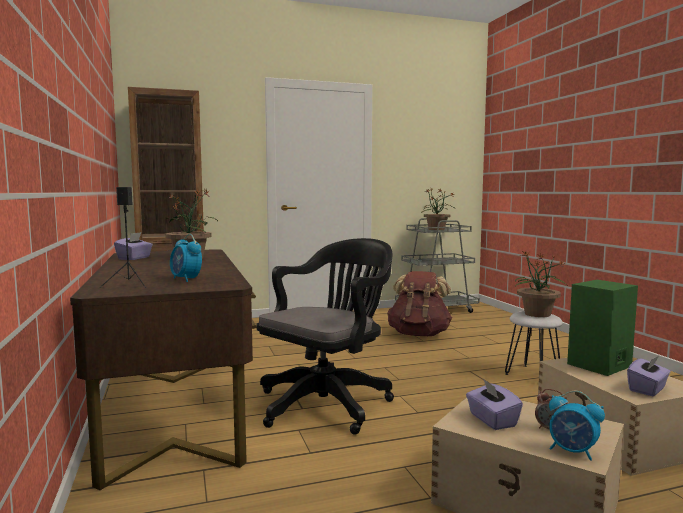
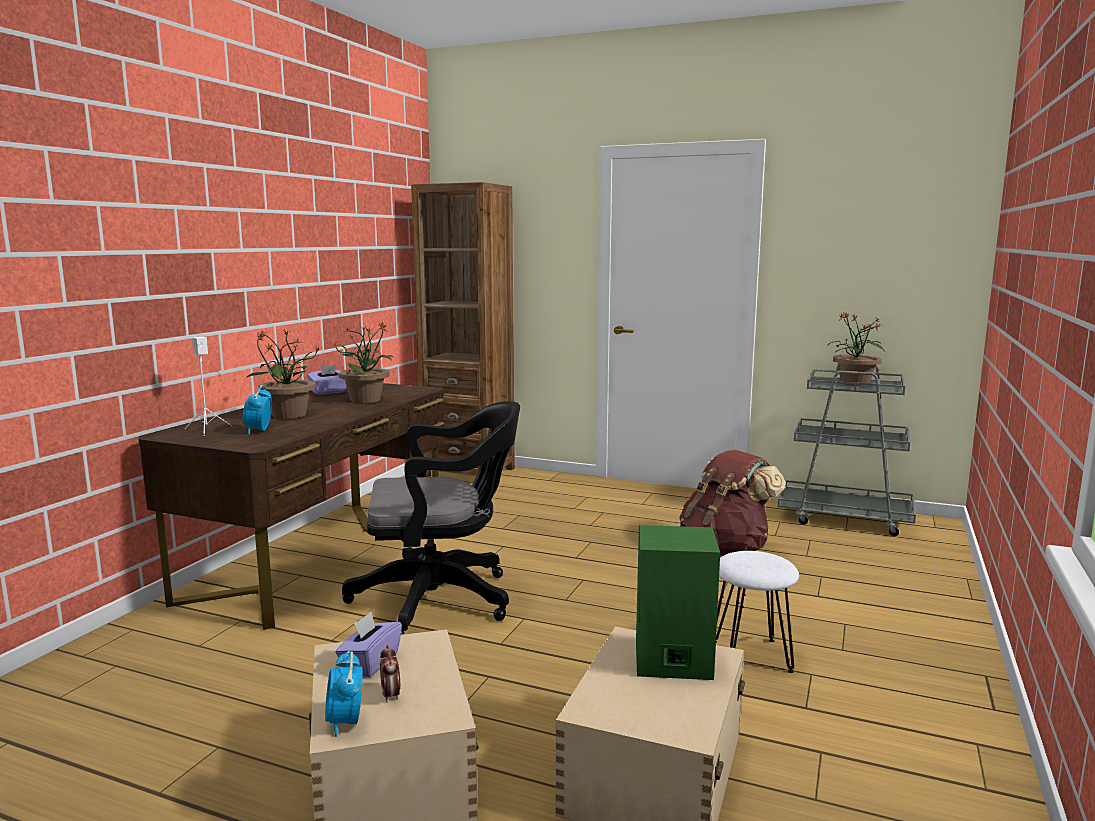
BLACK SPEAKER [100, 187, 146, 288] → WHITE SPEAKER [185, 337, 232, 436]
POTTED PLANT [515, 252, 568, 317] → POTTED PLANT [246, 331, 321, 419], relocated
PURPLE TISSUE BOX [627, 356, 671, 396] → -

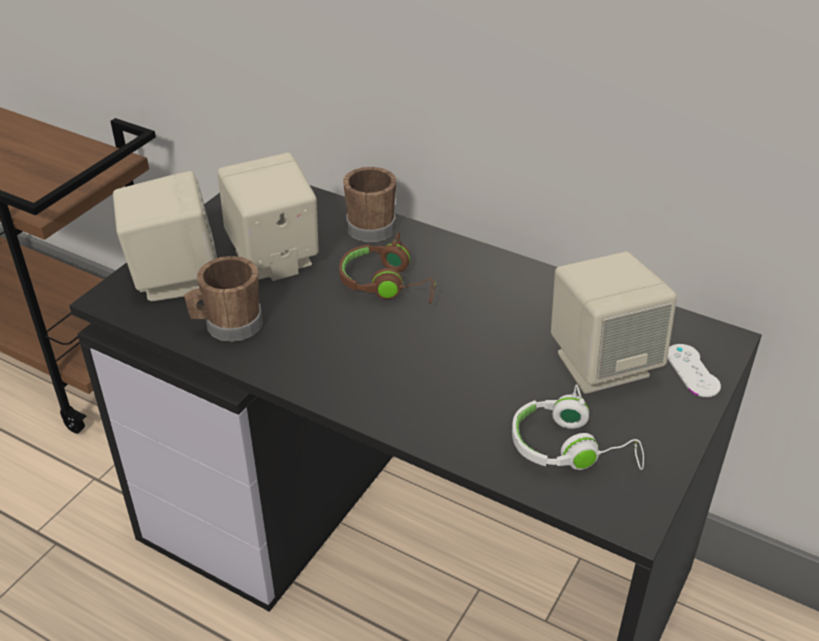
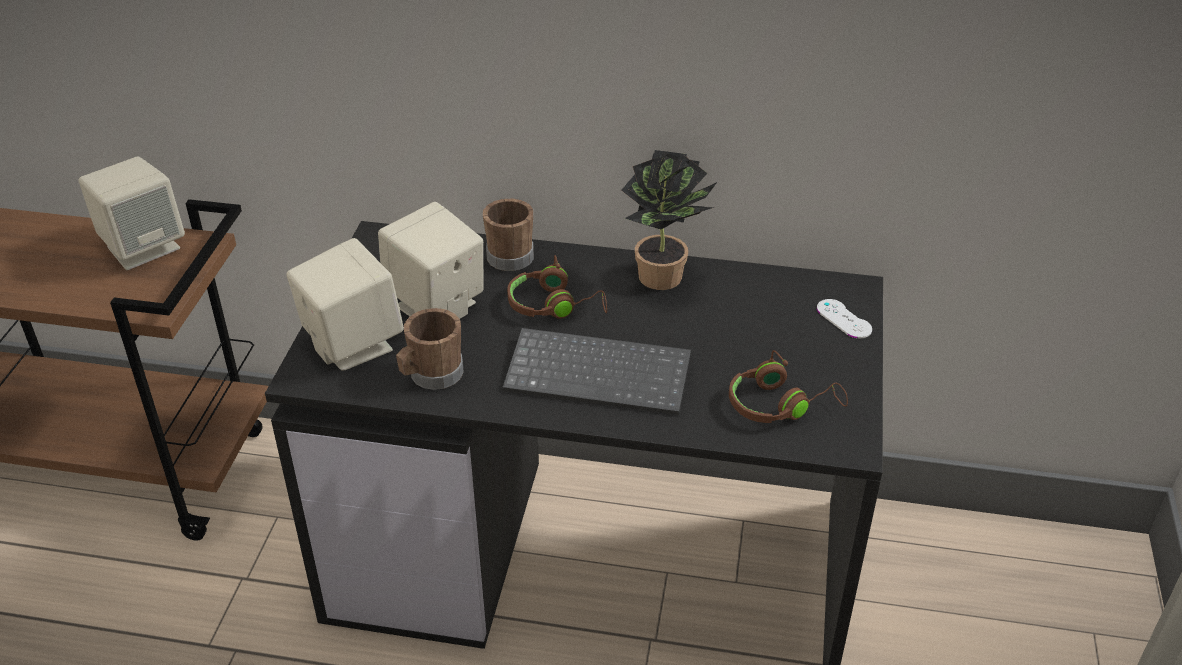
BEIGE SPEAKER [551, 252, 677, 394] → BEIGE SPEAKER [78, 156, 185, 270], relocated
- → KEYBOARD [503, 328, 691, 415]
- → POTTED PLANT [621, 150, 717, 290]
WHITE HEADPHONES [512, 384, 644, 470] → BROWN HEADPHONES [729, 350, 848, 423]

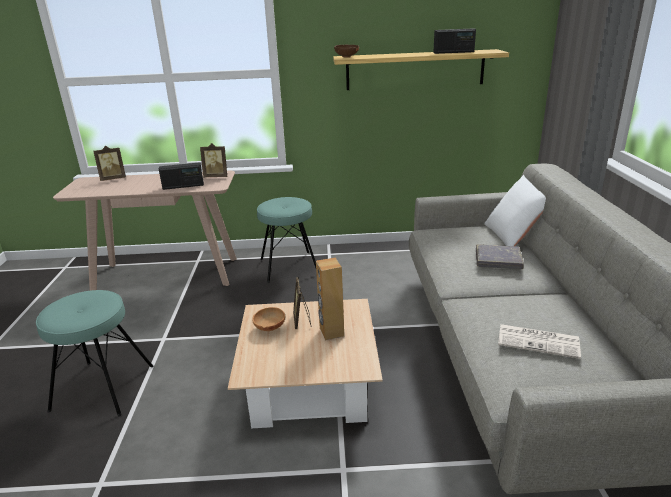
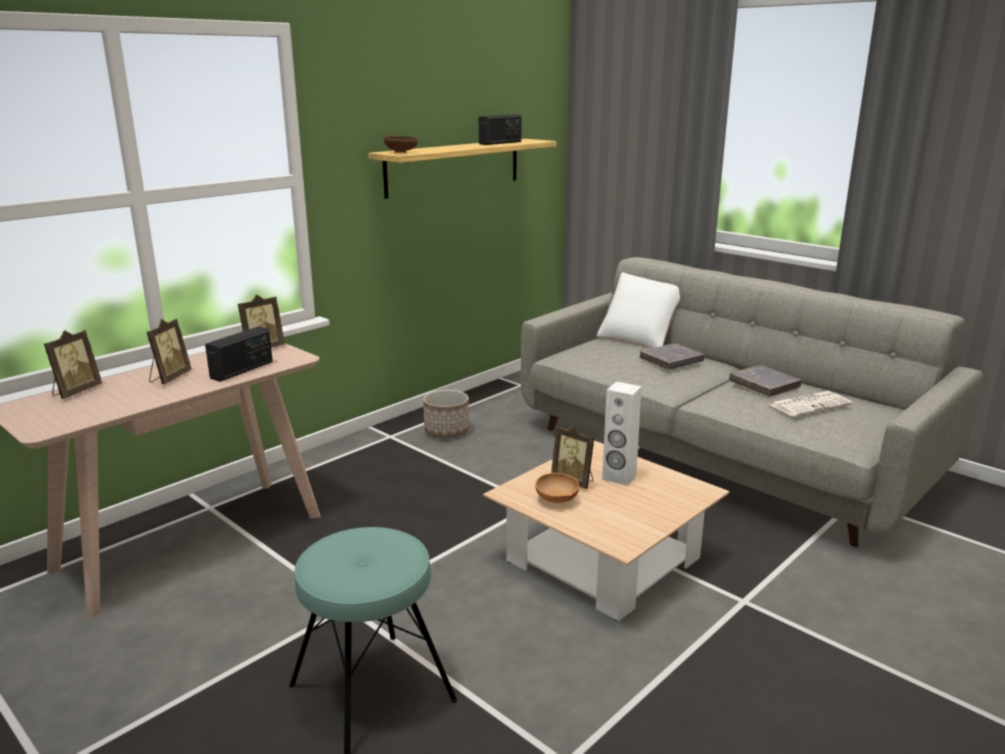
- → PICTURE FRAME [147, 319, 191, 384]
- → PLANTER [423, 390, 469, 438]
BROWN SPEAKER [316, 257, 344, 340] → WHITE SPEAKER [602, 381, 642, 486]
- → GREY BOOK [729, 365, 801, 396]
TURQUOISE STOOL [257, 197, 316, 283] → -

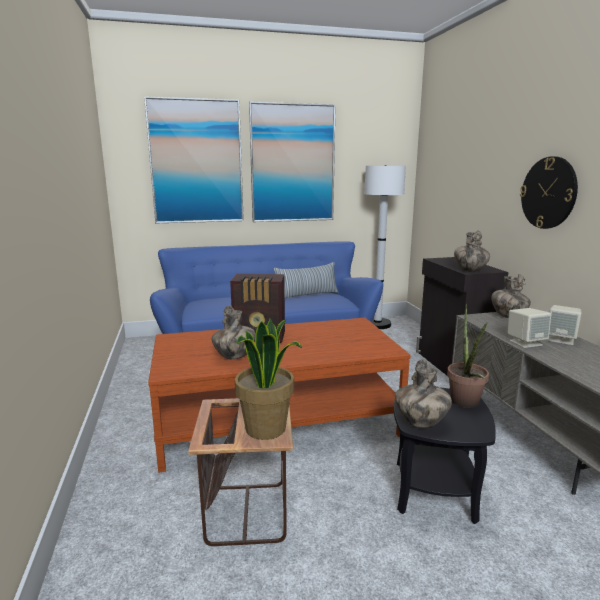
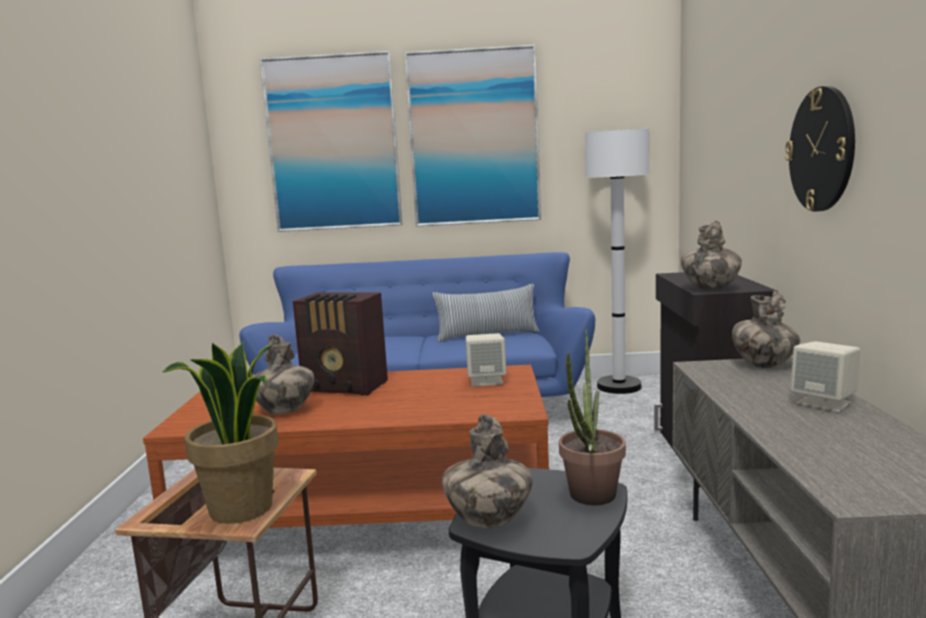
BEIGE SPEAKER [508, 308, 551, 348] → BEIGE SPEAKER [466, 333, 506, 386], relocated

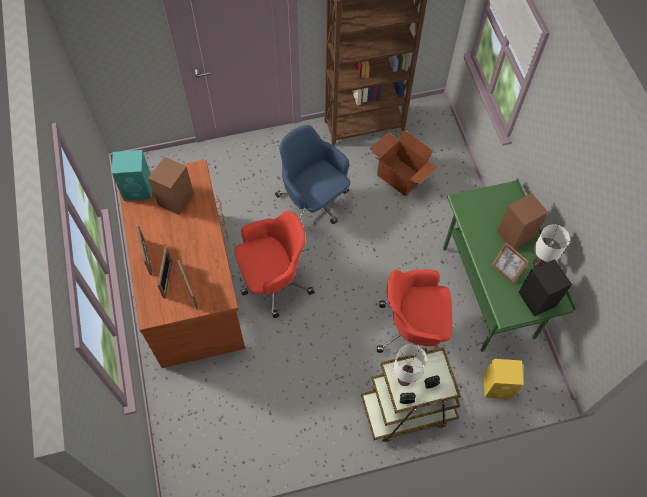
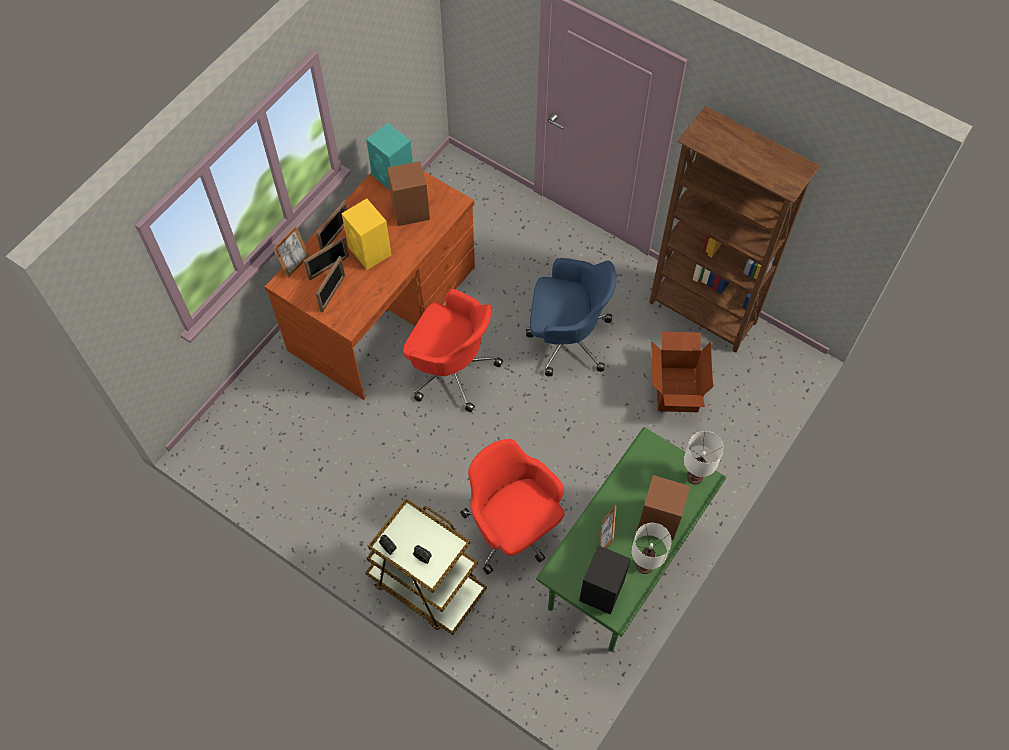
- → PICTURE FRAME [273, 226, 310, 278]
YELLOW SPEAKER [484, 359, 524, 399] → YELLOW SPEAKER [342, 199, 391, 270], relocated
BLUE OFFICE CHAIR [275, 125, 350, 224] → BLUE OFFICE CHAIR [526, 258, 617, 377], 90 degrees clockwise
WHITE TABLE LAMP [393, 344, 427, 386] → WHITE TABLE LAMP [684, 431, 724, 485], relocated

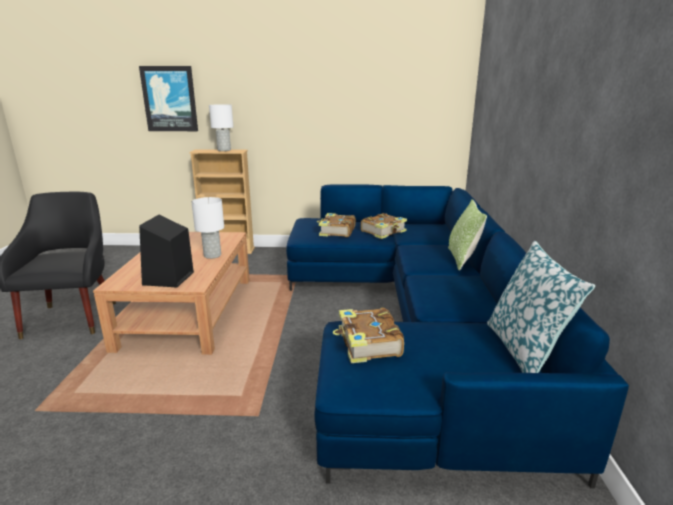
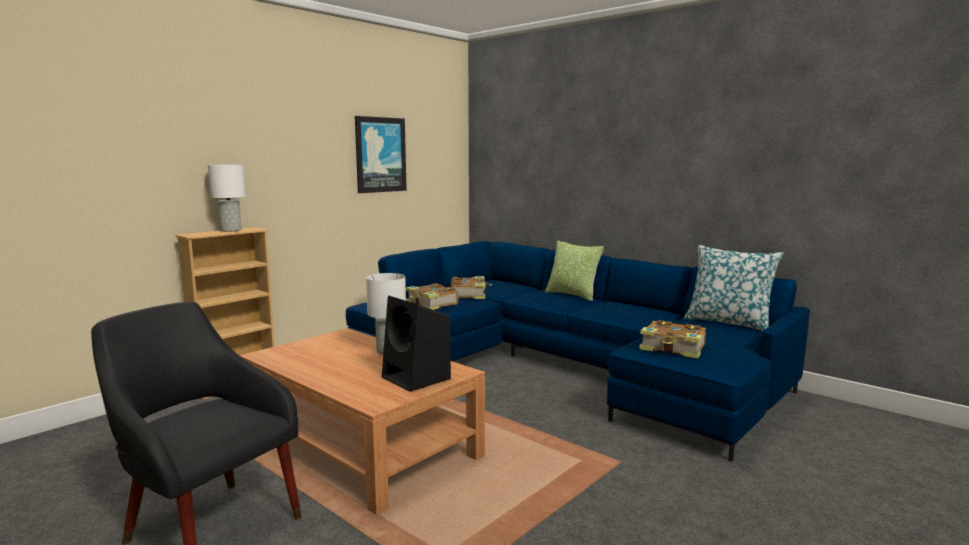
PICTURE [139, 66, 198, 131] → PICTURE [355, 116, 407, 193], relocated

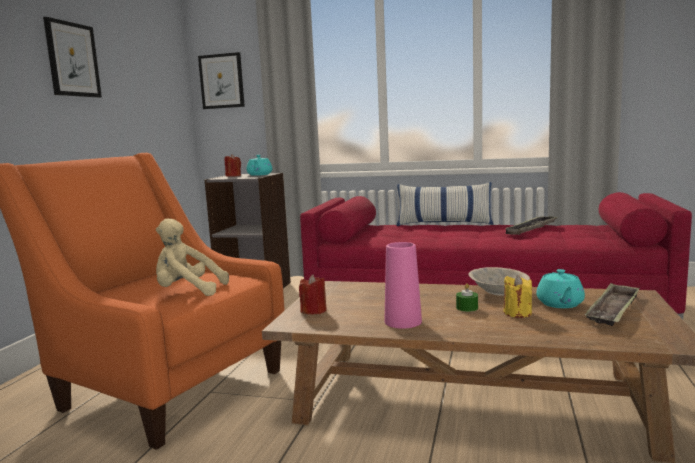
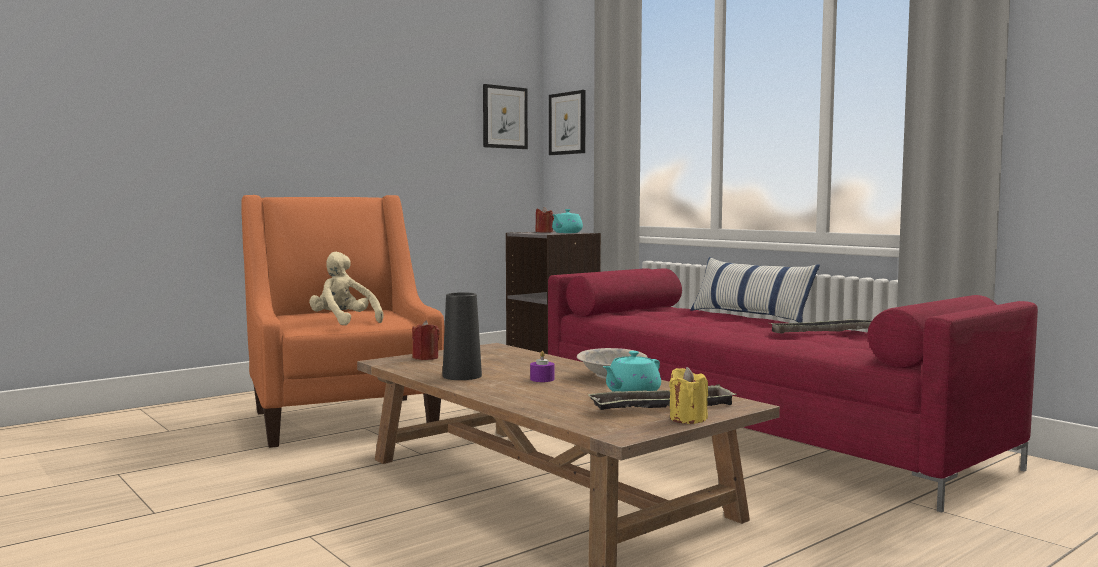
PINK VASE [385, 242, 422, 329] → BLACK VASE [443, 292, 482, 380]
PICTURE [43, 17, 102, 98] → PICTURE [483, 84, 528, 149], relocated
GREEN CANDLE [456, 283, 478, 312] → PURPLE CANDLE [530, 351, 554, 382]
YELLOW CANDLE [504, 275, 532, 318] → YELLOW CANDLE [669, 367, 708, 424], relocated

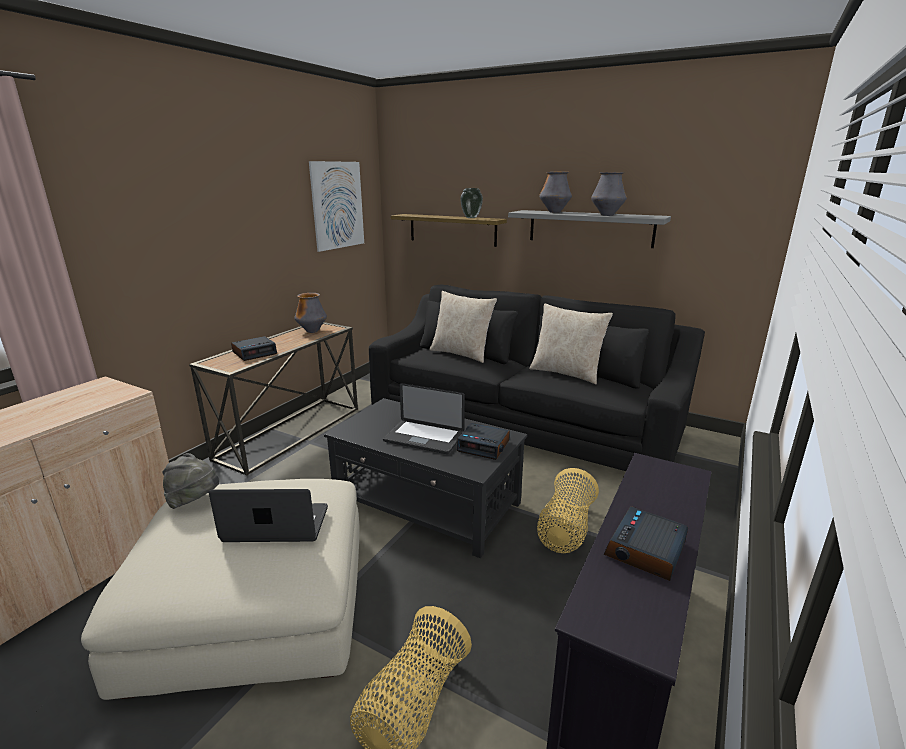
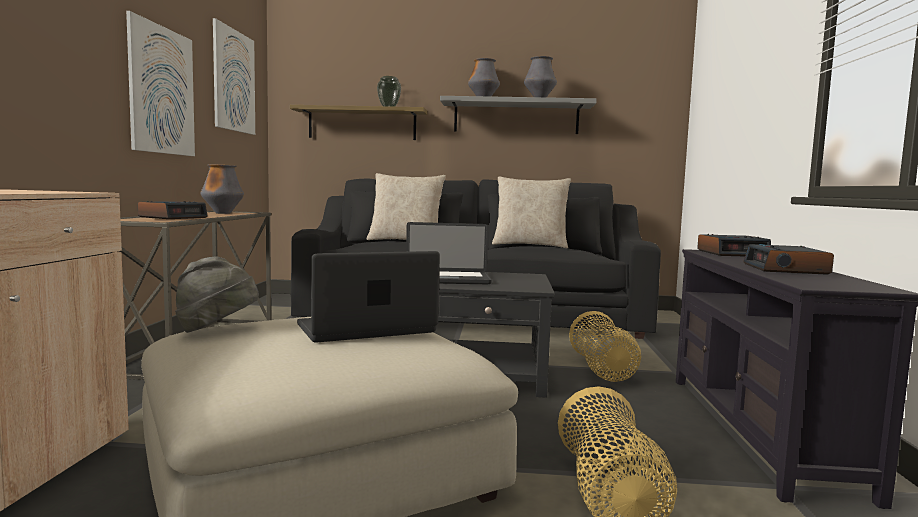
- → PICTURE [126, 11, 195, 156]
ALARM CLOCK [457, 423, 510, 460] → ALARM CLOCK [697, 234, 771, 256], relocated

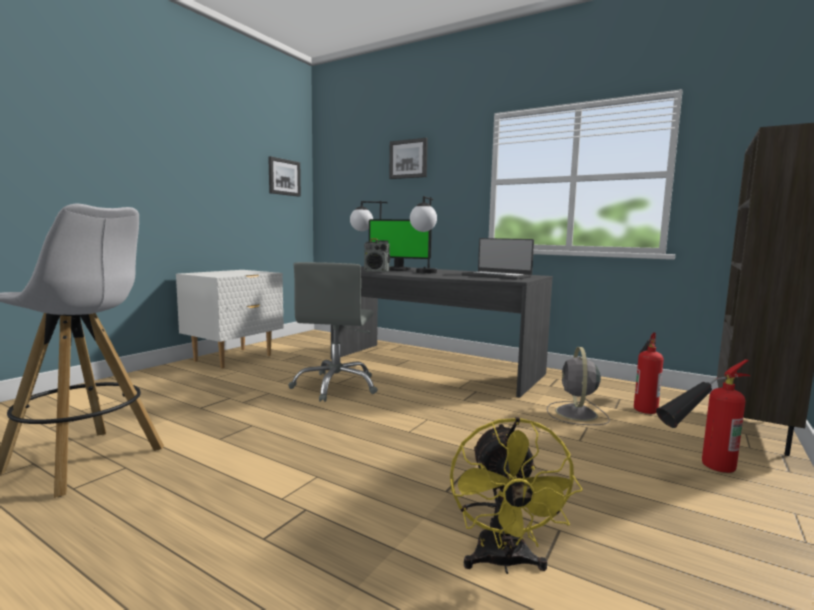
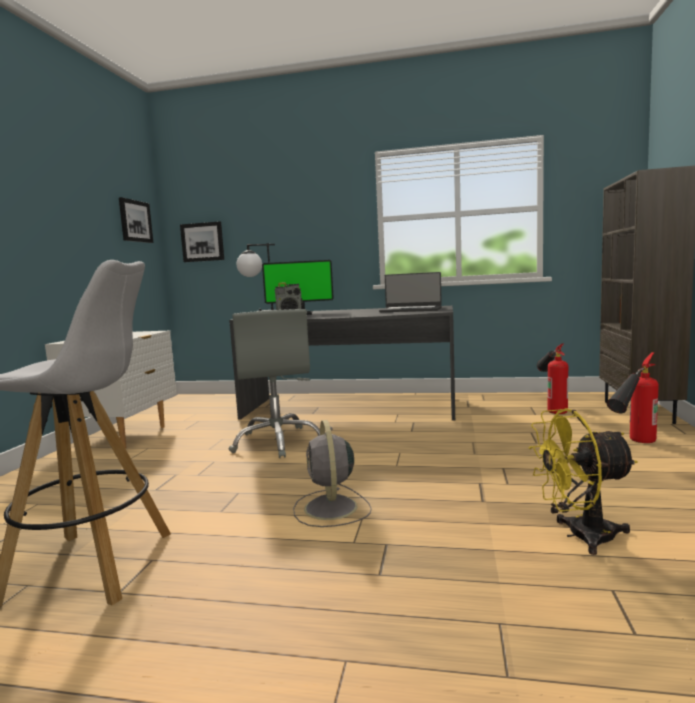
PICTURE [389, 138, 428, 179] → PICTURE [180, 221, 224, 262], relocated
GREY FAN [547, 347, 610, 425] → GREY FAN [293, 420, 372, 527], relocated
YELLOW FAN [450, 417, 583, 574] → YELLOW FAN [528, 408, 638, 555], 105 degrees clockwise
TABLE LAMP [410, 196, 437, 273] → -

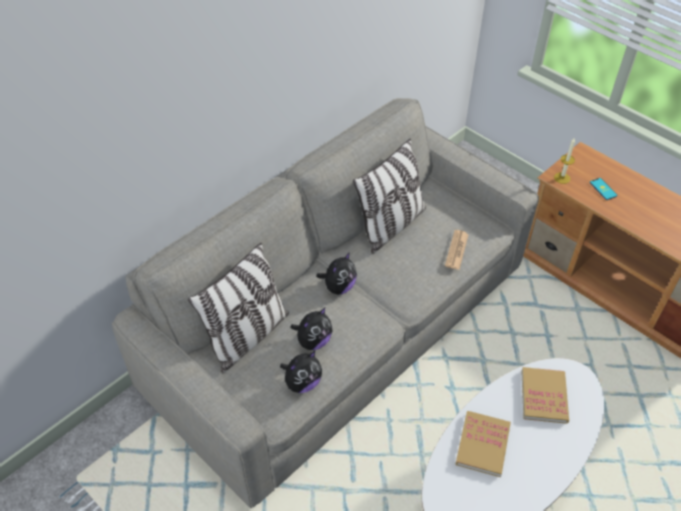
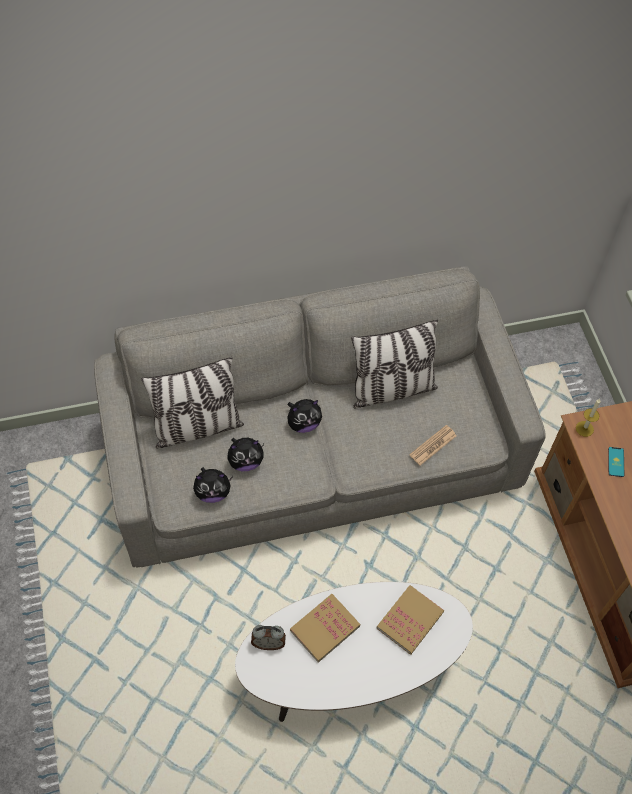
- → ALARM CLOCK [251, 625, 286, 650]

